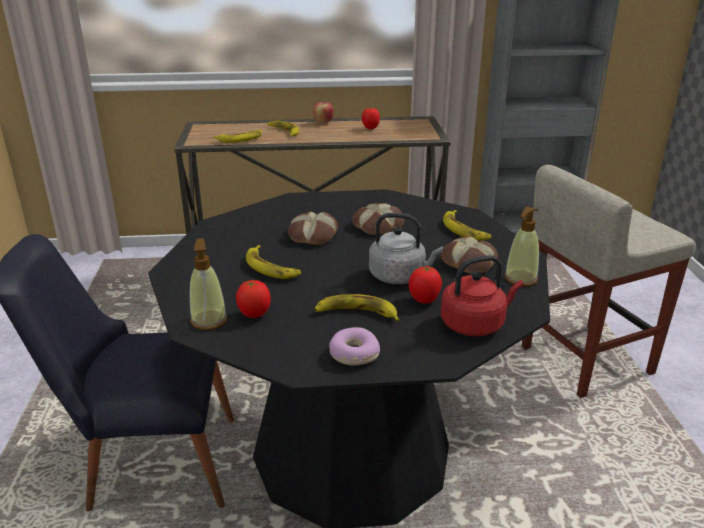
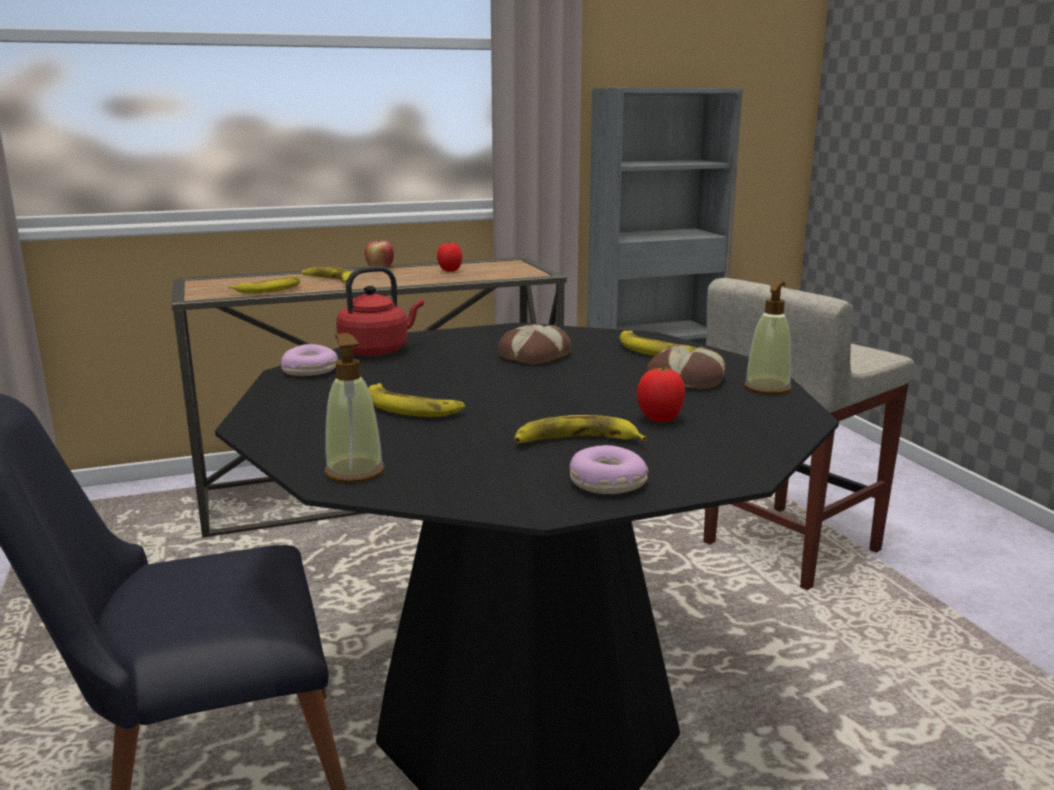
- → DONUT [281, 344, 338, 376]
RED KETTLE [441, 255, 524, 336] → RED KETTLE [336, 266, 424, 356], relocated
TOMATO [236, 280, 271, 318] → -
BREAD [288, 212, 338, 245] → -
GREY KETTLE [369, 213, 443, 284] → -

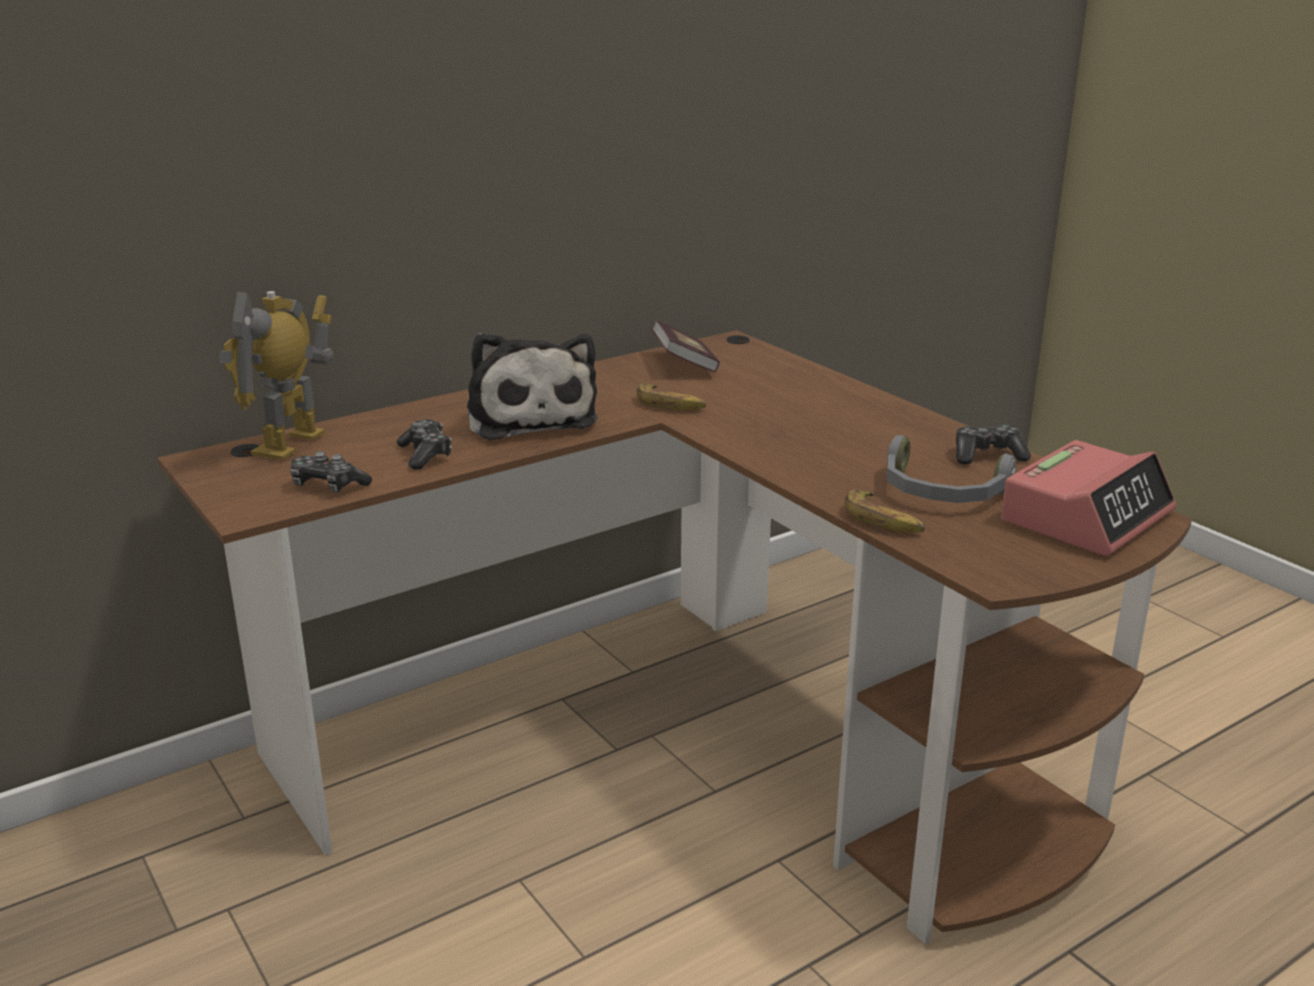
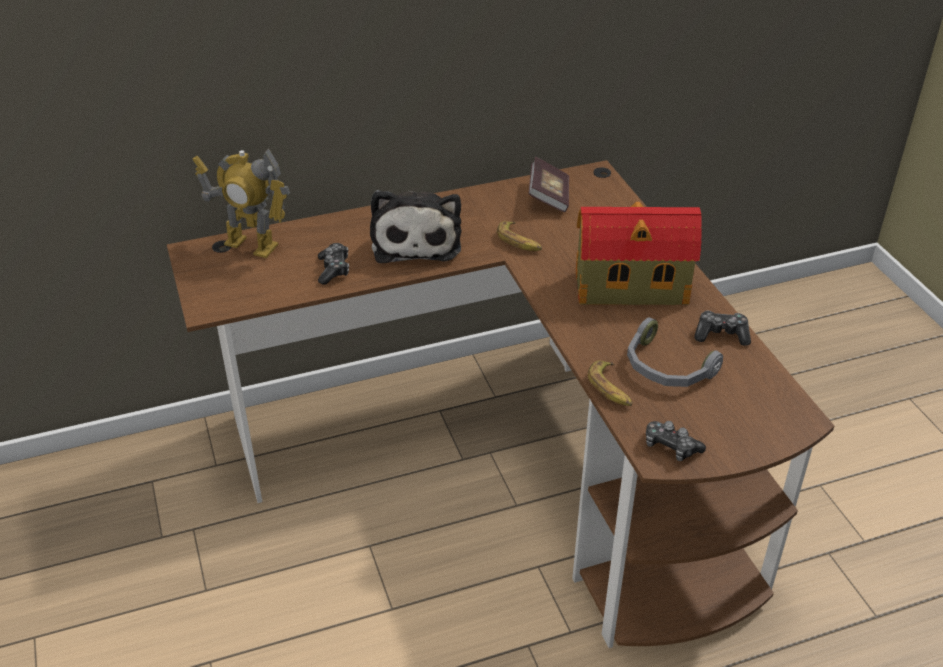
TOY ROBOT [219, 291, 333, 460] → TOY ROBOT [193, 149, 290, 258], 105 degrees counterclockwise
- → TOY HOUSE [576, 202, 702, 305]
GAME CONTROLLER [290, 451, 372, 493] → GAME CONTROLLER [646, 421, 706, 461], relocated
ALARM CLOCK [1001, 440, 1176, 556] → -

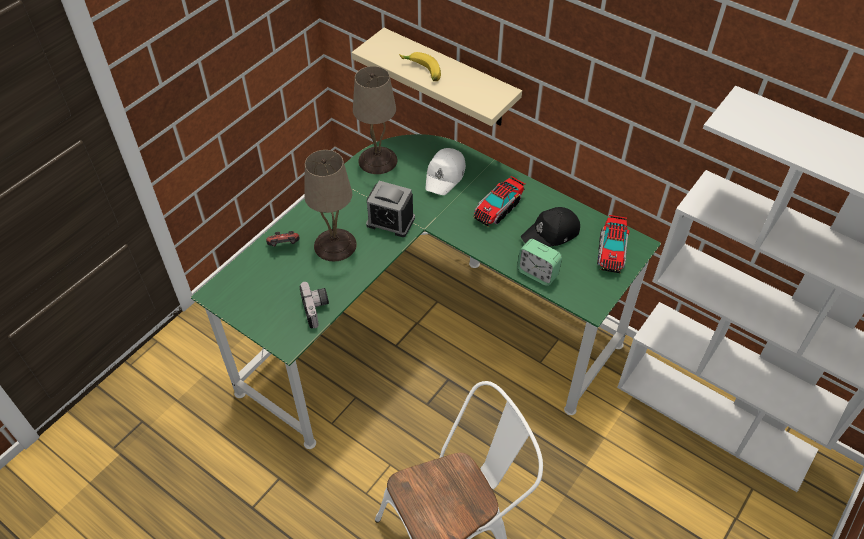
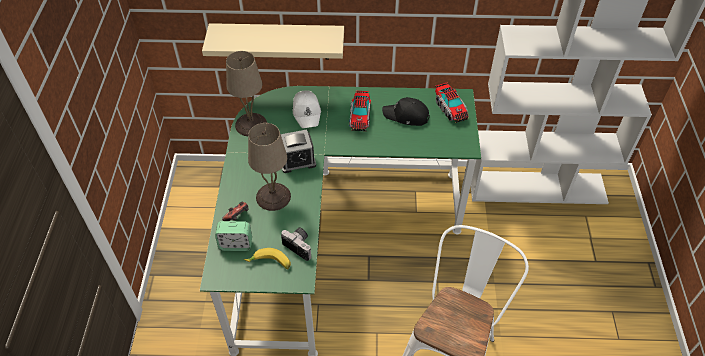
ALARM CLOCK [517, 239, 562, 286] → ALARM CLOCK [215, 221, 252, 251], relocated
BANANA [399, 52, 441, 81] → BANANA [244, 248, 291, 270], relocated
BLACK CAP [521, 207, 580, 247] → BLACK CAP [382, 97, 430, 126], 75 degrees clockwise

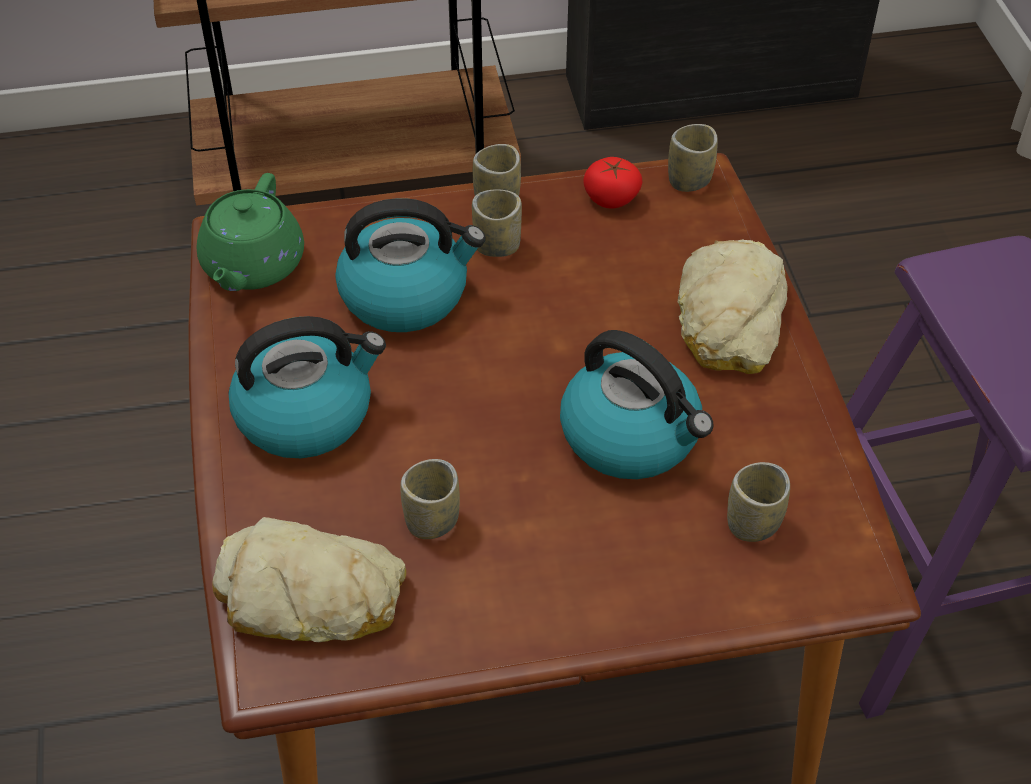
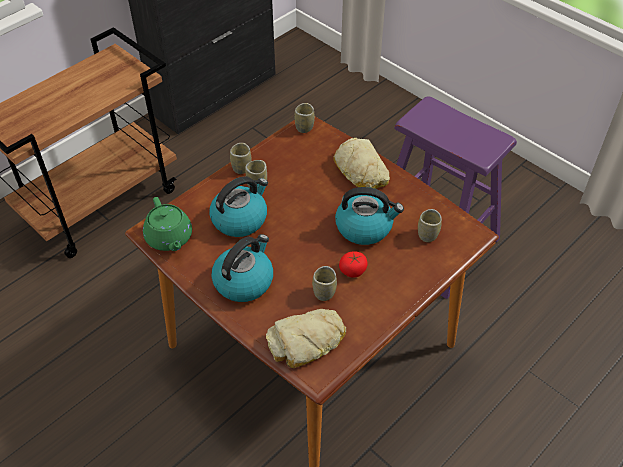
TOMATO [583, 157, 642, 209] → TOMATO [339, 252, 368, 278], relocated

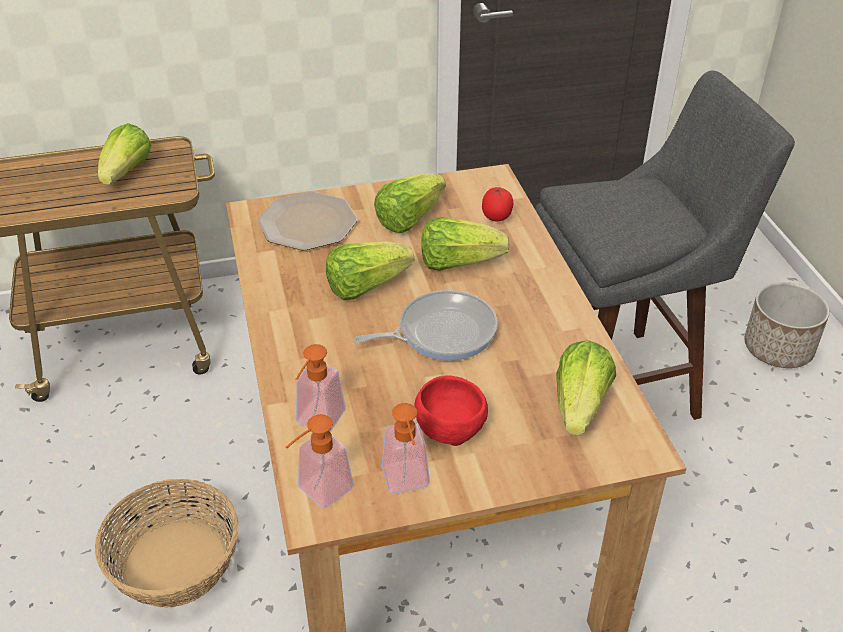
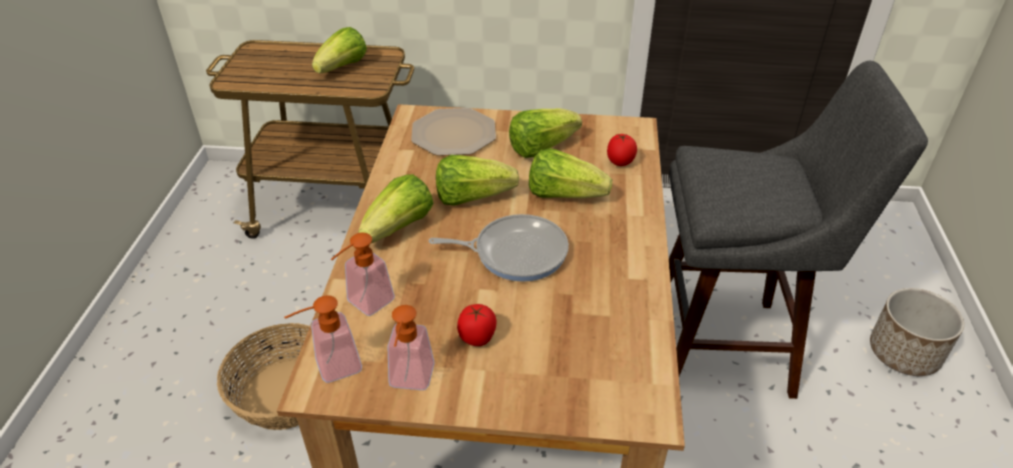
LETTUCE [556, 340, 616, 435] → LETTUCE [358, 174, 433, 243], relocated
RED BOWL [415, 375, 488, 446] → TOMATO [457, 304, 497, 346]

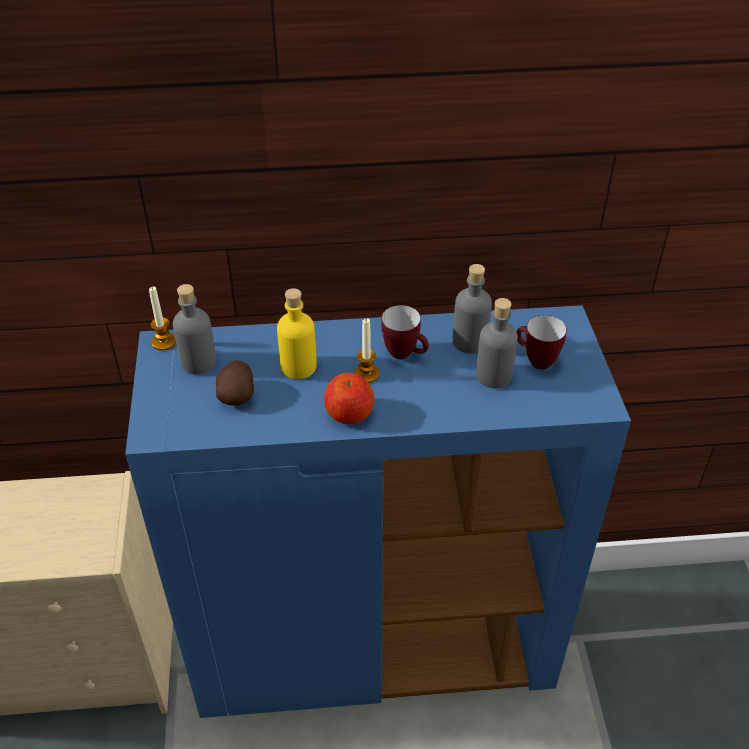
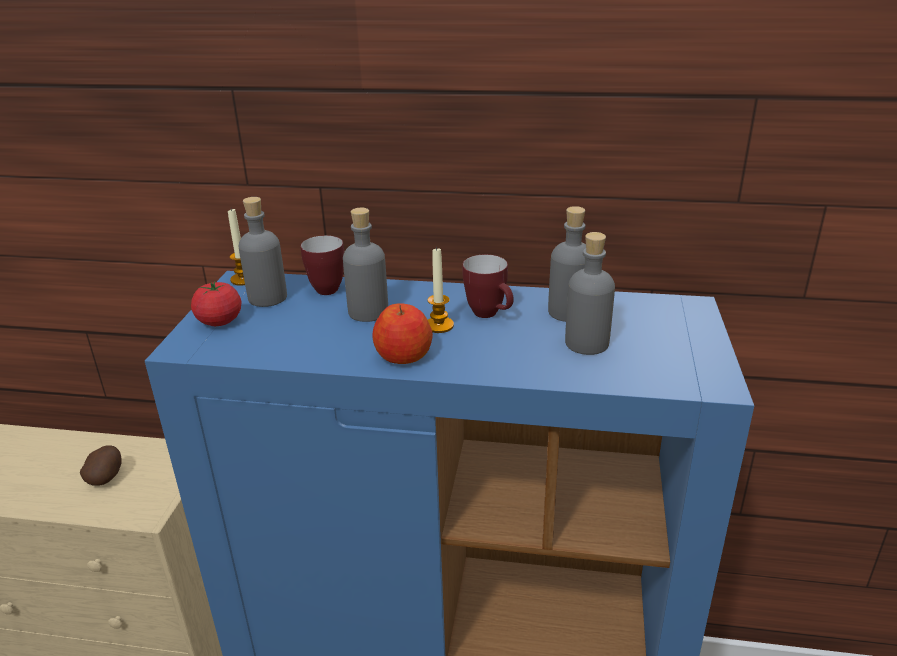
POTATO [216, 360, 254, 406] → POTATO [80, 445, 122, 486], relocated
- → TOMATO [191, 282, 242, 326]
MUG [516, 315, 567, 370] → MUG [301, 235, 344, 295], relocated
YELLOW BOTTLE [277, 288, 317, 379] → GREY BOTTLE [343, 208, 388, 322]

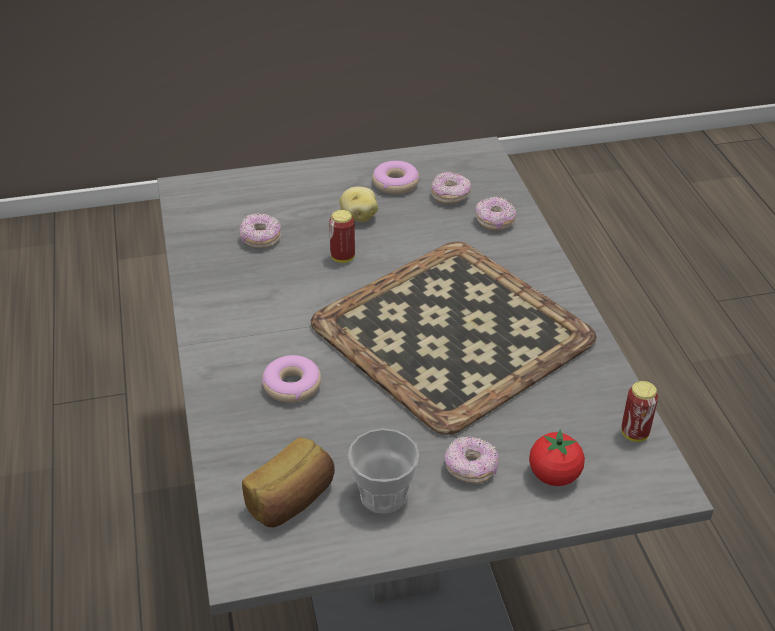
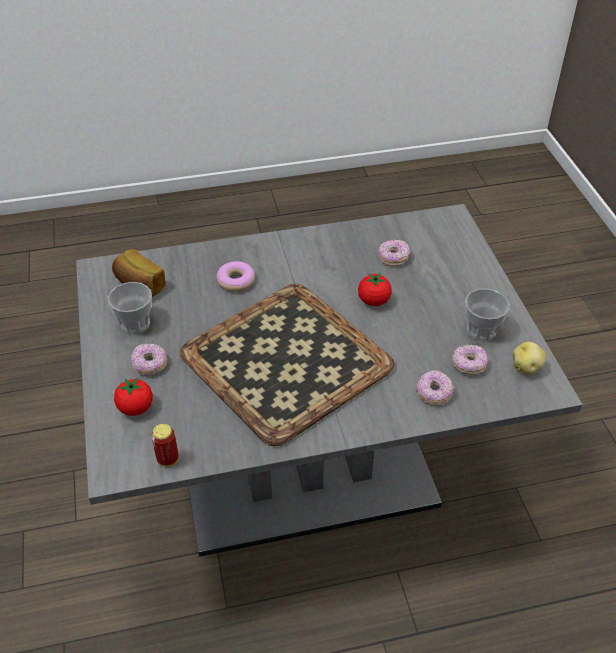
CAN [329, 210, 355, 263] → TOMATO [358, 272, 392, 306]
DONUT [372, 161, 419, 194] → CUP [465, 288, 510, 341]
POTATO [339, 186, 378, 222] → POTATO [512, 342, 546, 375], relocated

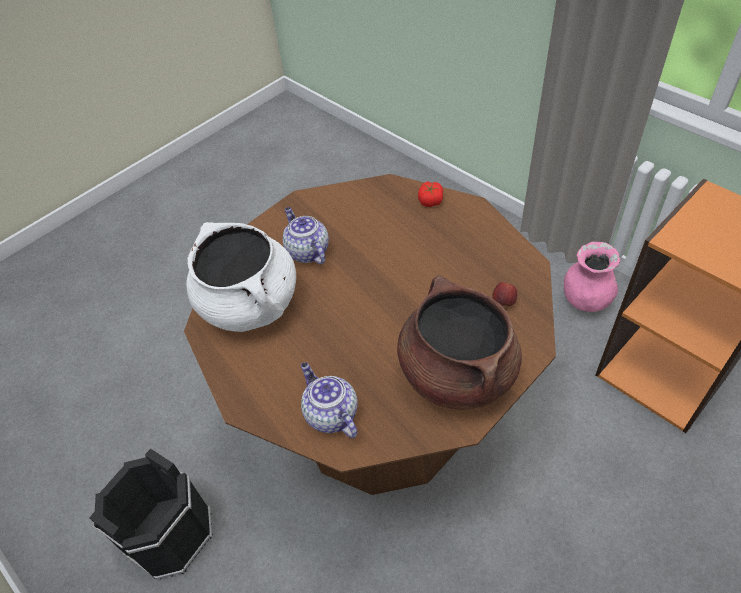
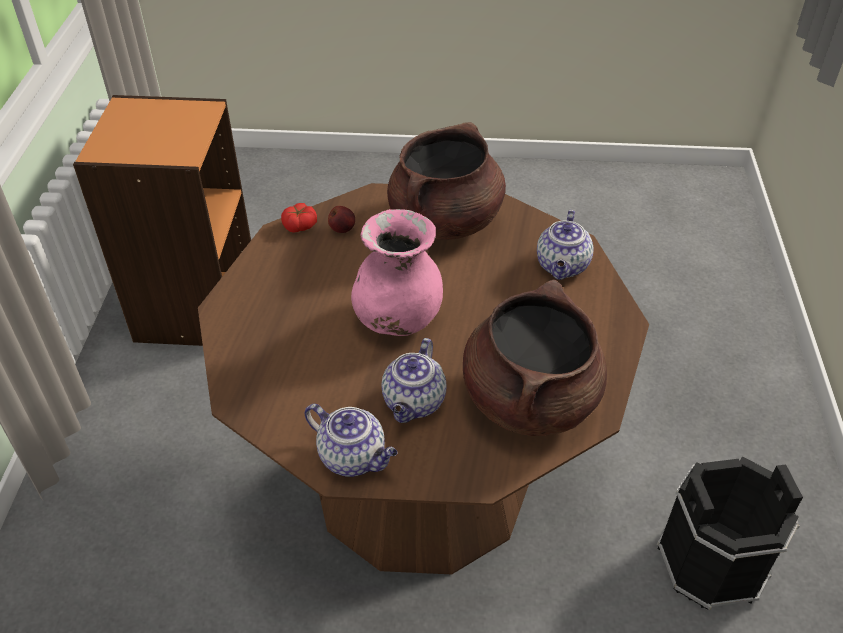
TOMATO [418, 181, 443, 207] → TOMATO [281, 203, 317, 233], relocated
- → TEAPOT [305, 404, 398, 477]
PINK VASE [564, 242, 620, 312] → PINK VASE [351, 209, 443, 336], relocated
WHITE COOKING POT [186, 222, 296, 332] → BROWN COOKING POT [463, 280, 607, 436]

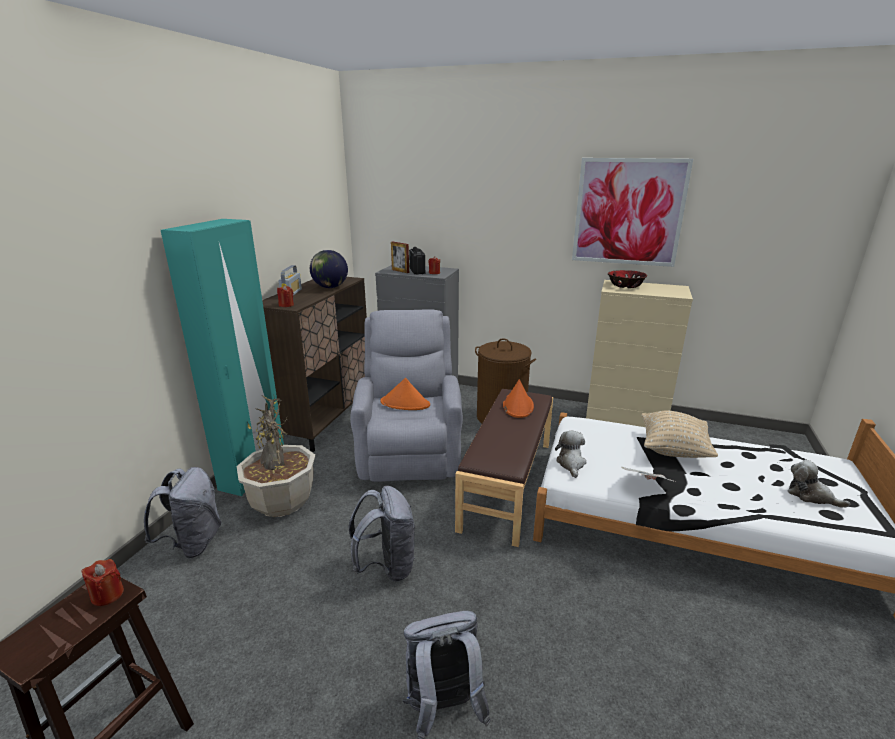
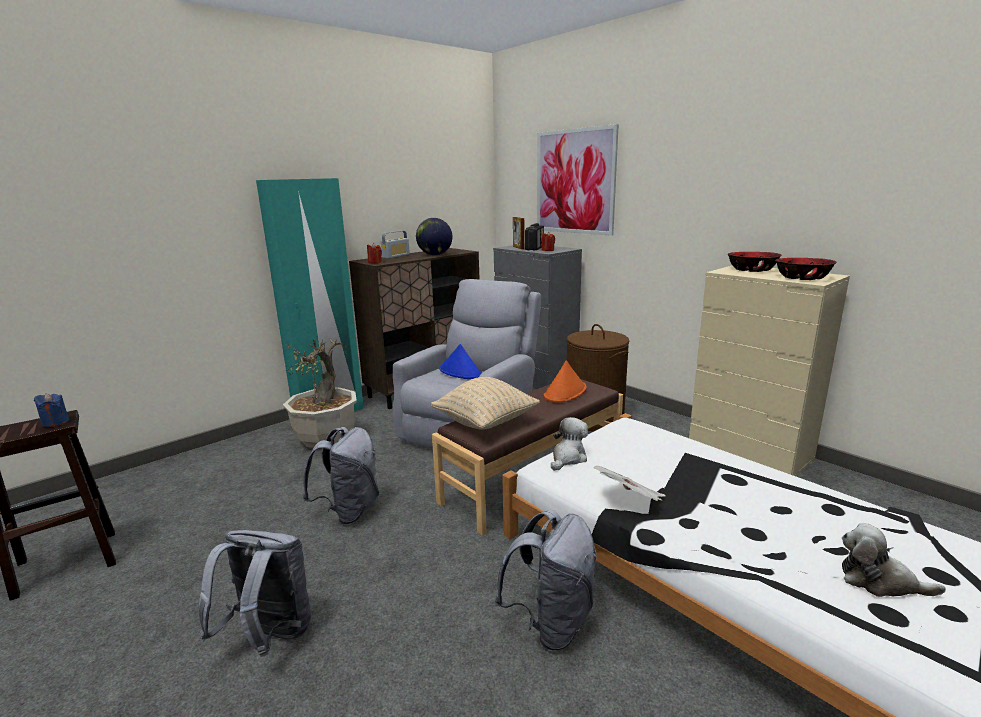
RED CANDLE [82, 559, 124, 606] → BLUE CANDLE [34, 393, 69, 427]
BEIGE PILLOW [642, 411, 718, 458] → BEIGE PILLOW [431, 377, 540, 430], relocated
ORANGE HAT [380, 378, 430, 410] → BLUE HAT [439, 344, 483, 379]
GREY BACKPACK [144, 467, 222, 558] → GREY BACKPACK [495, 510, 597, 651], relocated
PICTURE [572, 158, 693, 267] → PICTURE [537, 124, 619, 236], relocated
- → BOWL [775, 258, 837, 280]
PLUSH TOY [788, 460, 850, 508] → PLUSH TOY [842, 523, 946, 597], 45 degrees counterclockwise

